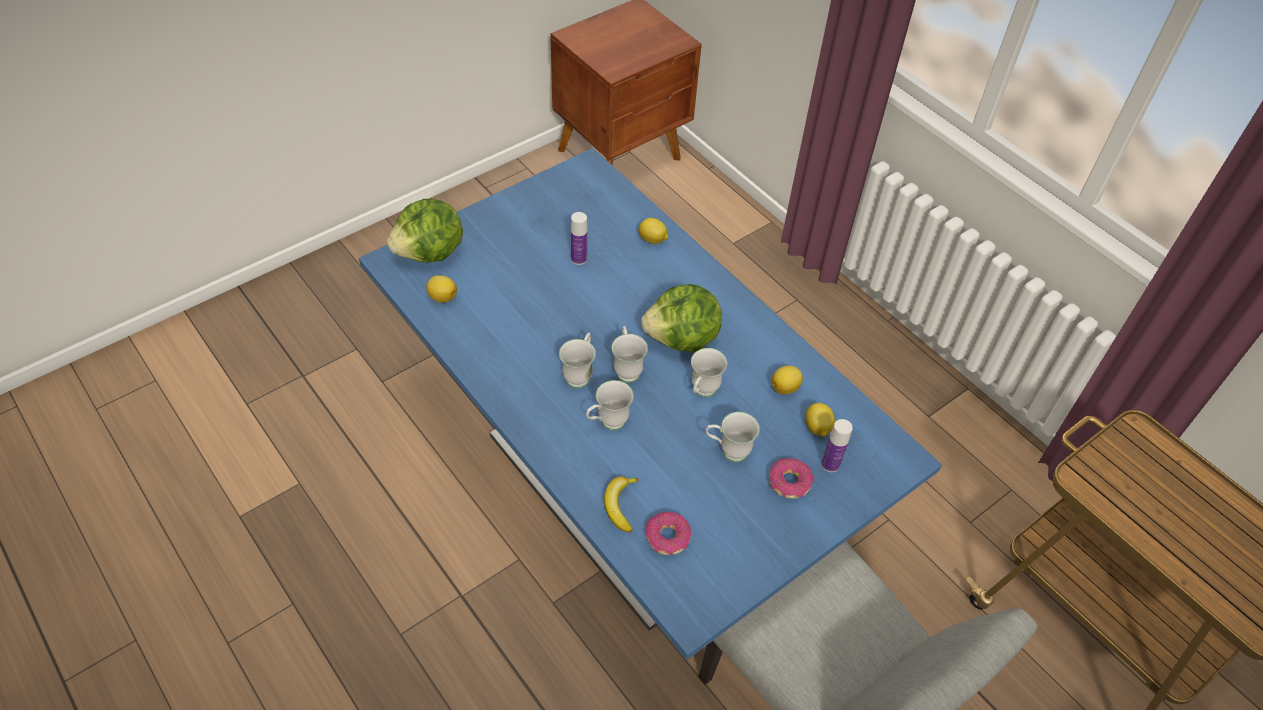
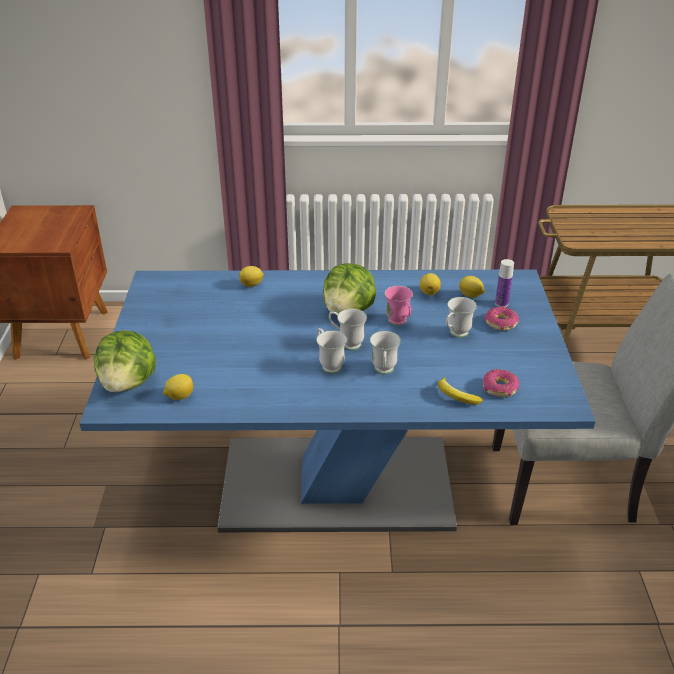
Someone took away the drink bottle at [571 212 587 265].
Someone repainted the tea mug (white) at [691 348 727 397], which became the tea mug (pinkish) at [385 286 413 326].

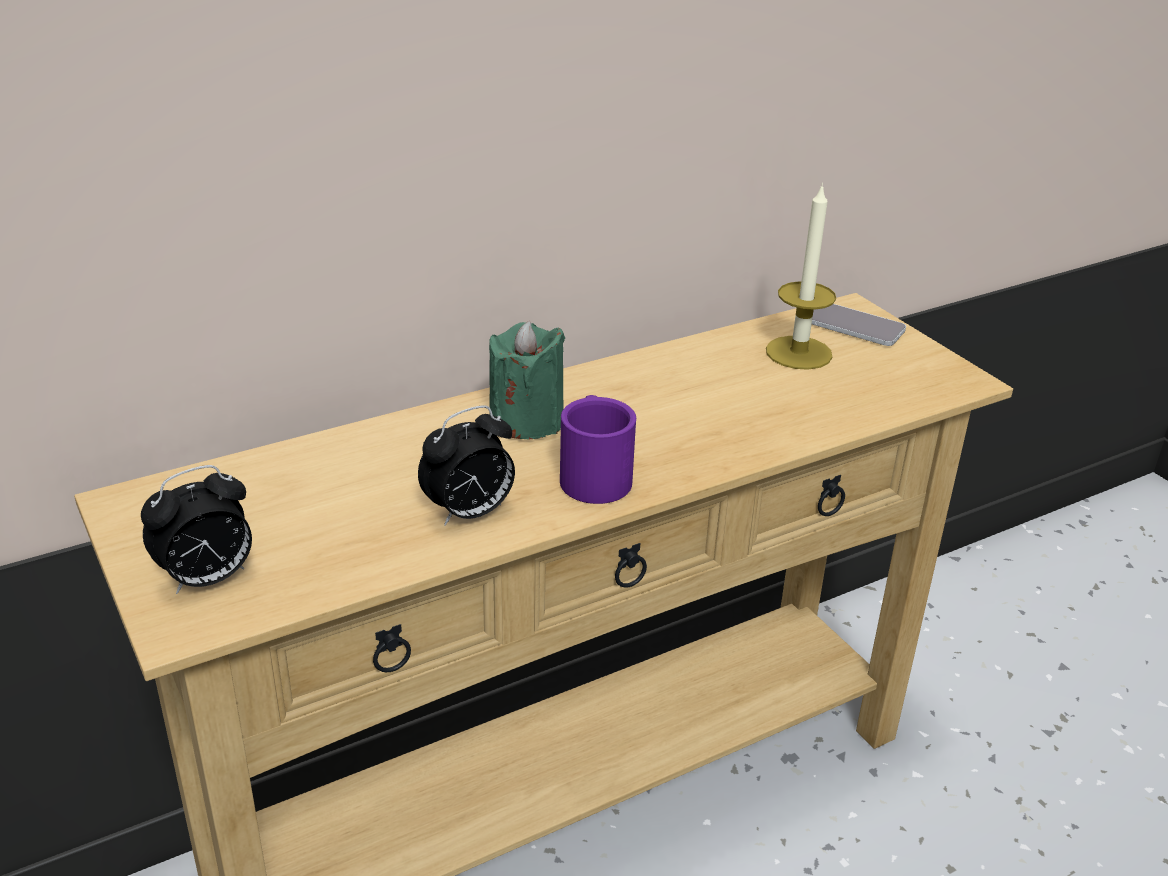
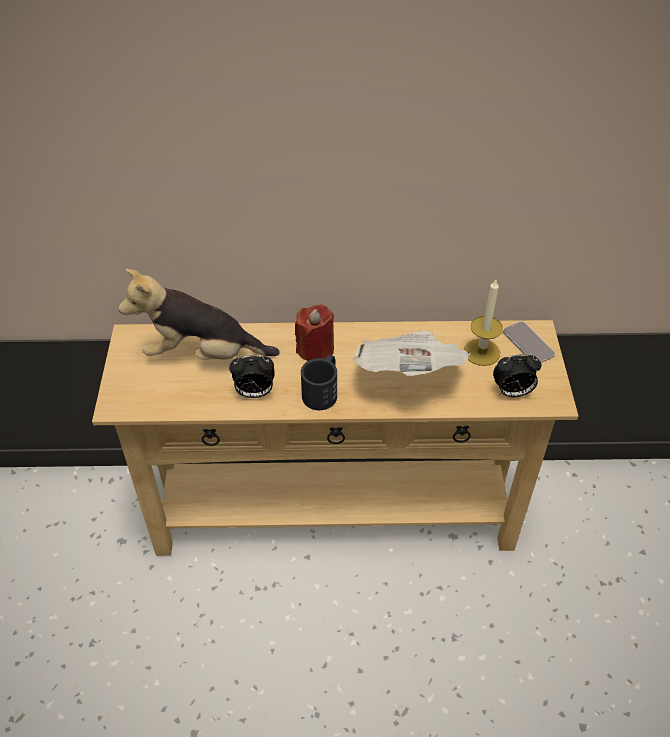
Someone put down the soft toy at [119 269 280 360].
Someone put down the printed paper at [353 330 470 376].
Someone carried the bedside clock from [141 465 252 594] to [493 354 542 397].
Someone repainted the candle (green) at [489 321 565 439], which became the candle (red) at [295 304 334 361].
Someone repainted the tea mug (purple) at [560 395 636 504], which became the tea mug (black) at [301 355 337 410].

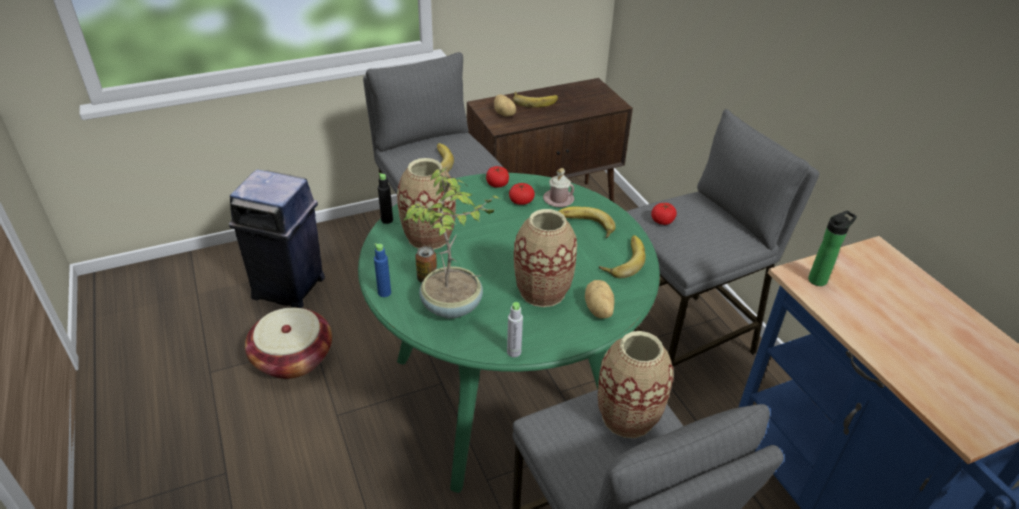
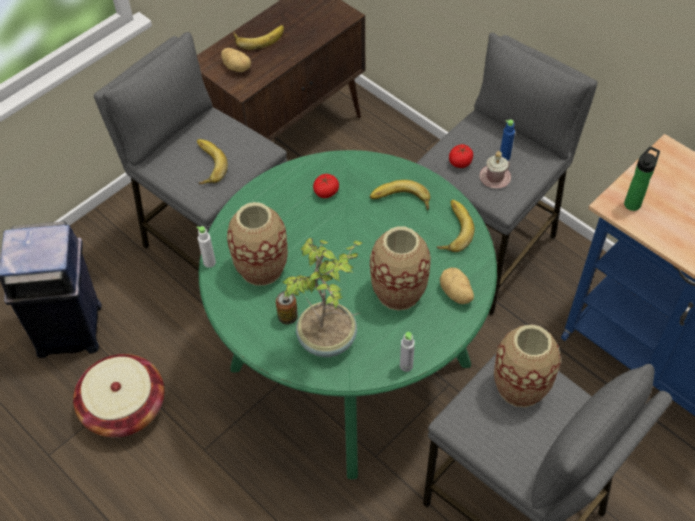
Someone took away the whole tomato at [486 166 509 188].
Someone carried the drink bottle (blue) from [374 243 391 297] to [500 119 515 161].
Someone carried the tea mug (pinkish) from [543 168 574 207] to [480 151 511 188].
Someone repainted the drink bottle (black) at [378 173 393 224], which became the drink bottle (white) at [197 226 216 268].

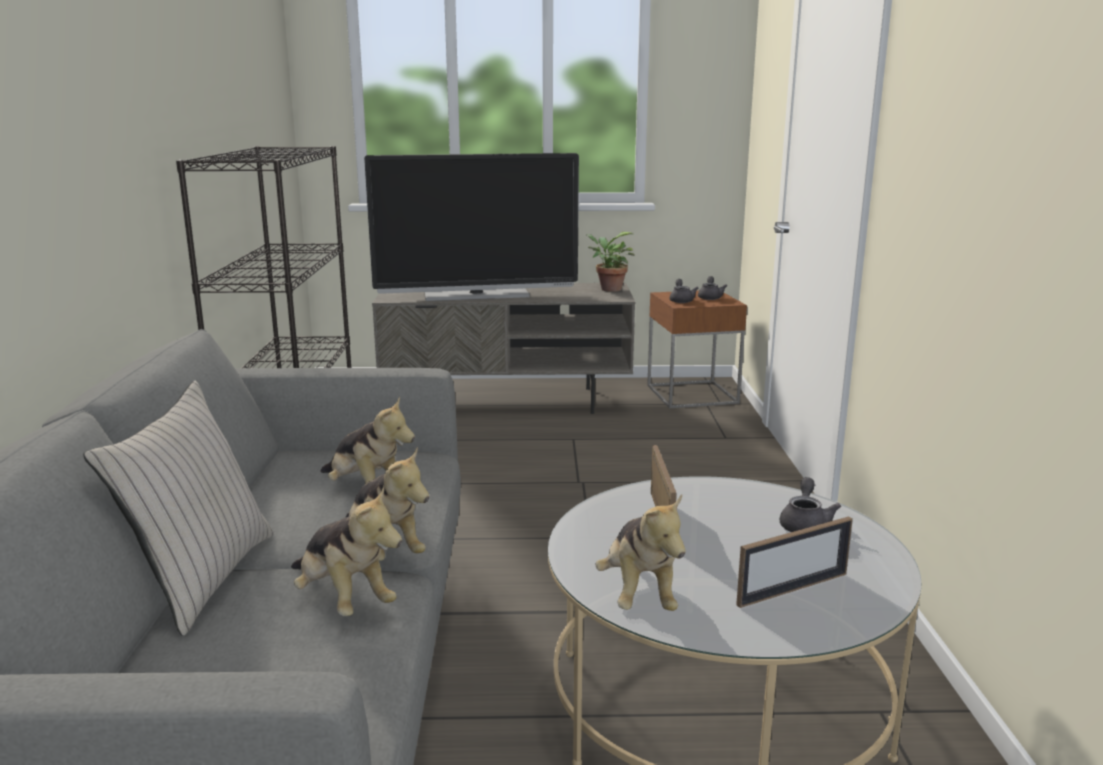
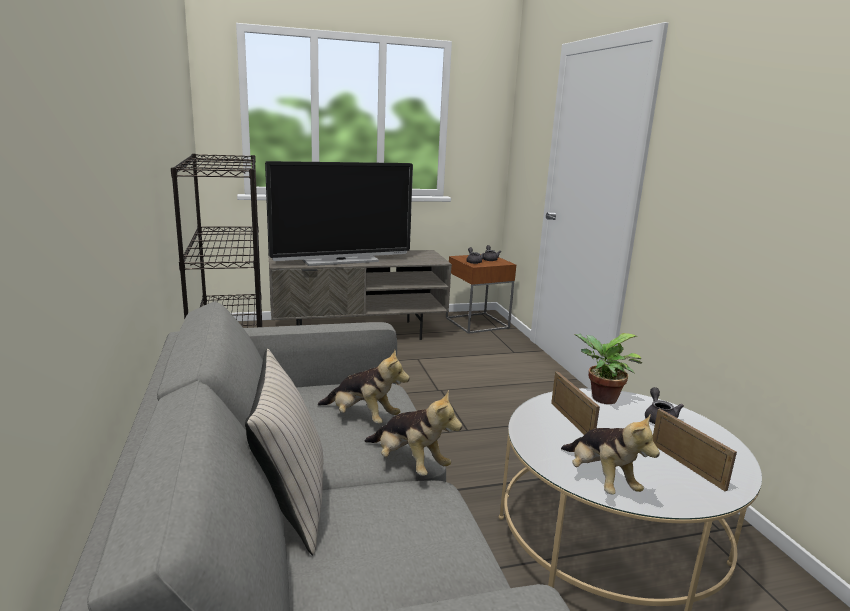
Someone took away the soft toy at [291 486 402 616].
Someone carried the houseplant from [586 232 635 292] to [574 333 642 404].
Someone rotated the picture frame at [736 516 853 608] by 75 degrees counterclockwise.

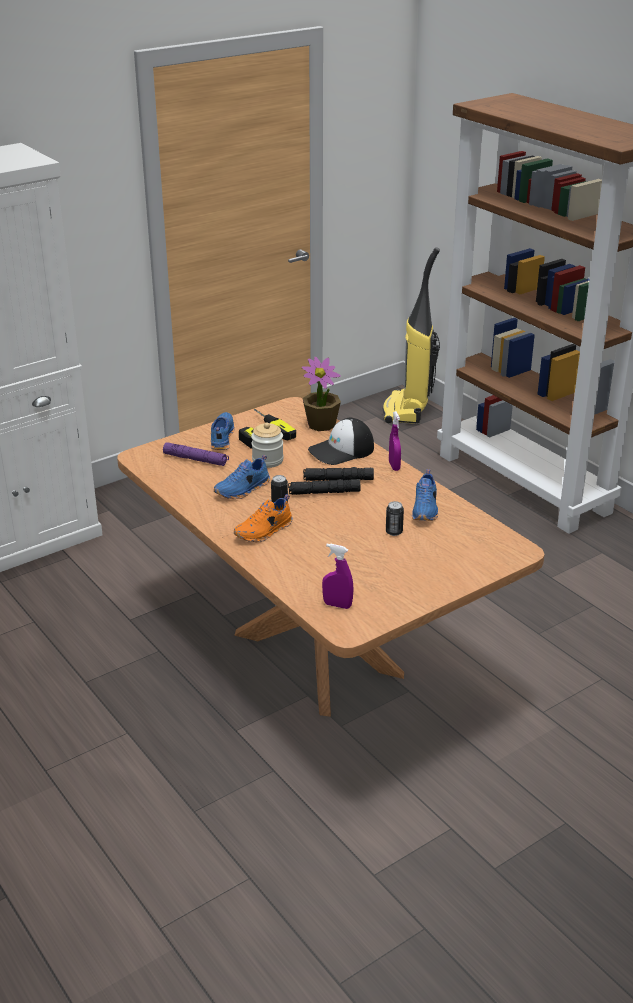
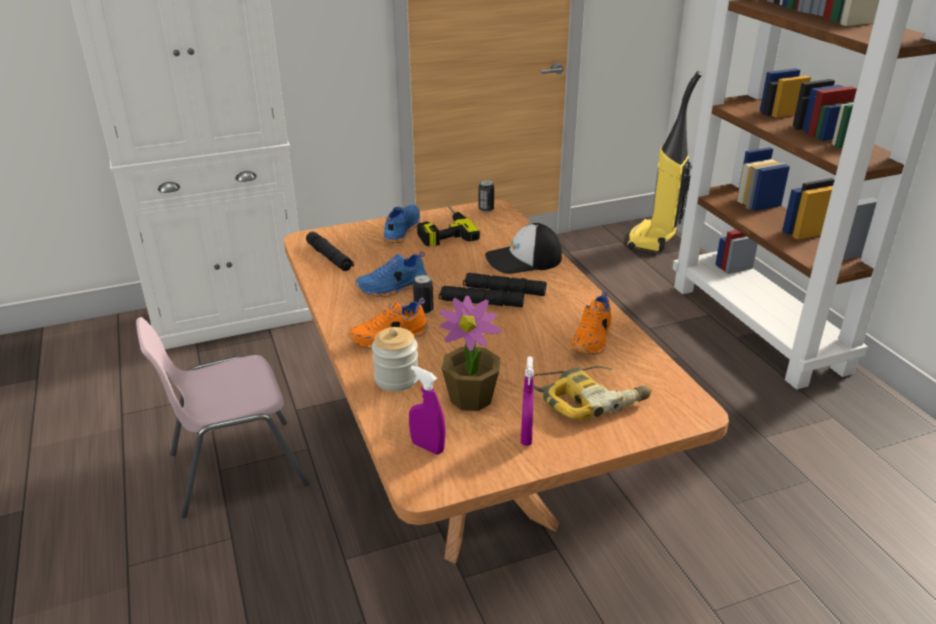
Someone took away the torch (purple) at [163 442 229 466].
Someone put down the chair (pinkish) at [136 317 309 518].
Someone put down the torch (black) at [306 232 354 271].
Someone put down the power drill at [533 366 652 420].
Someone carried the storage jar from [251 422 284 468] to [372 327 418 391].
Someone carried the houseplant from [302 357 341 431] to [439 296 502 411].
Someone carried the sealed can from [386 501 404 536] to [478 180 494 212].
Someone carried the hand sprayer (purple) from [389 411 401 471] to [521 356 534 446].
Someone repainted the low shoe (blue) at [412 469 438 521], which became the low shoe (orangey) at [570 291 612 354].

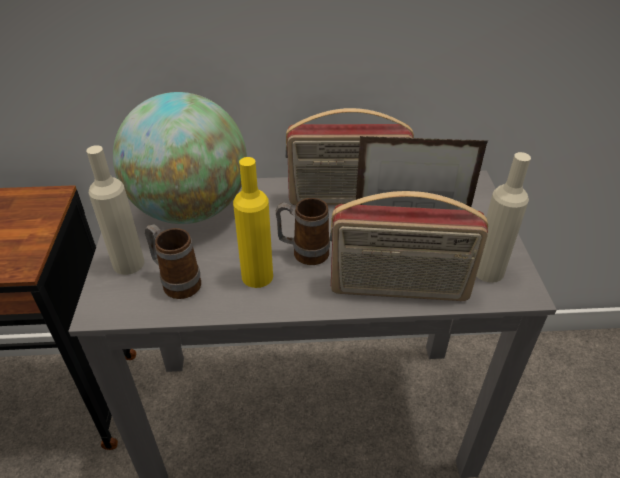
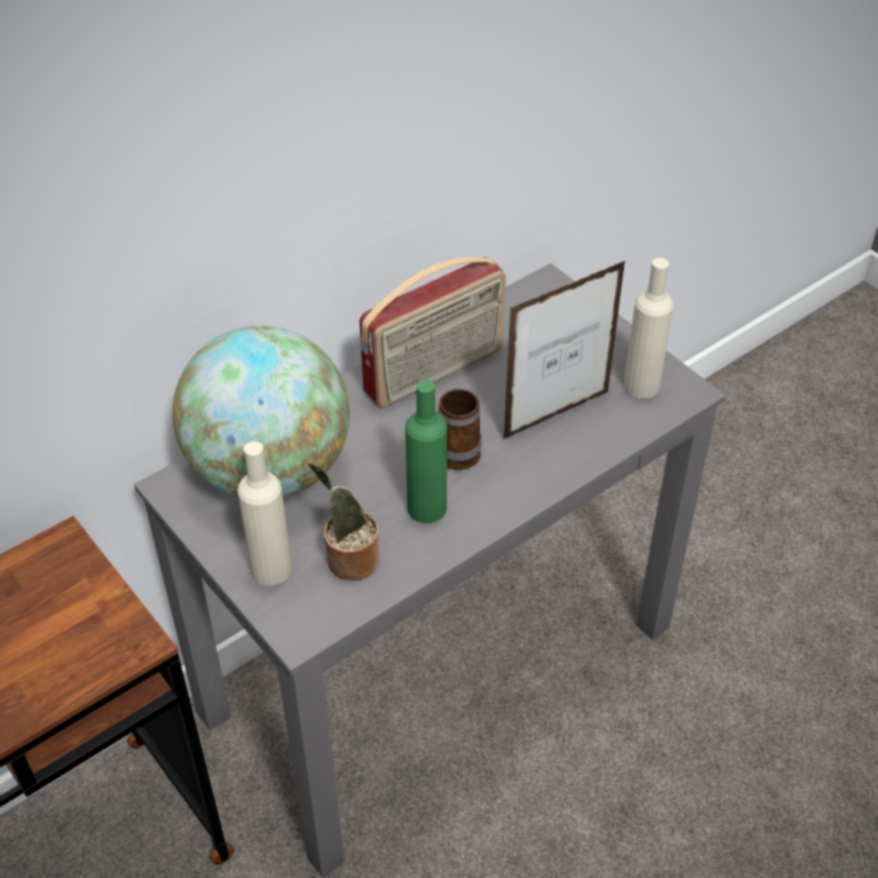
Someone took away the radio set at [330 191 488 301].
Someone swapped the tea mug at [145 224 201 299] for the houseplant at [308 463 380 580].
Someone repainted the drink bottle (yellow) at [233 157 273 288], which became the drink bottle (green) at [405 379 447 523].

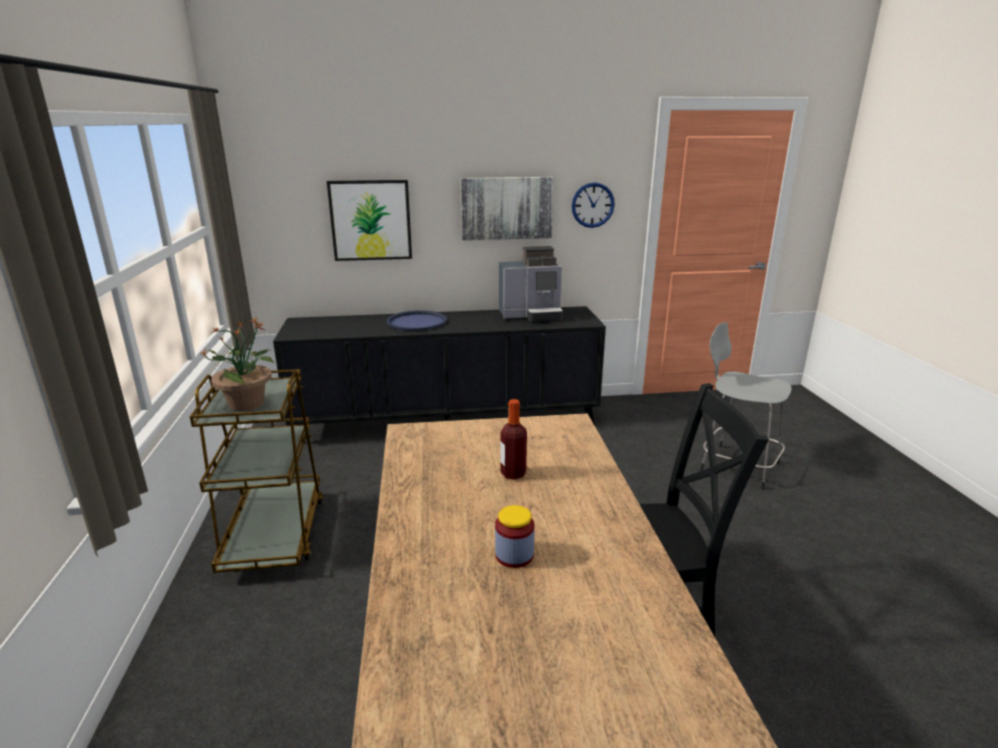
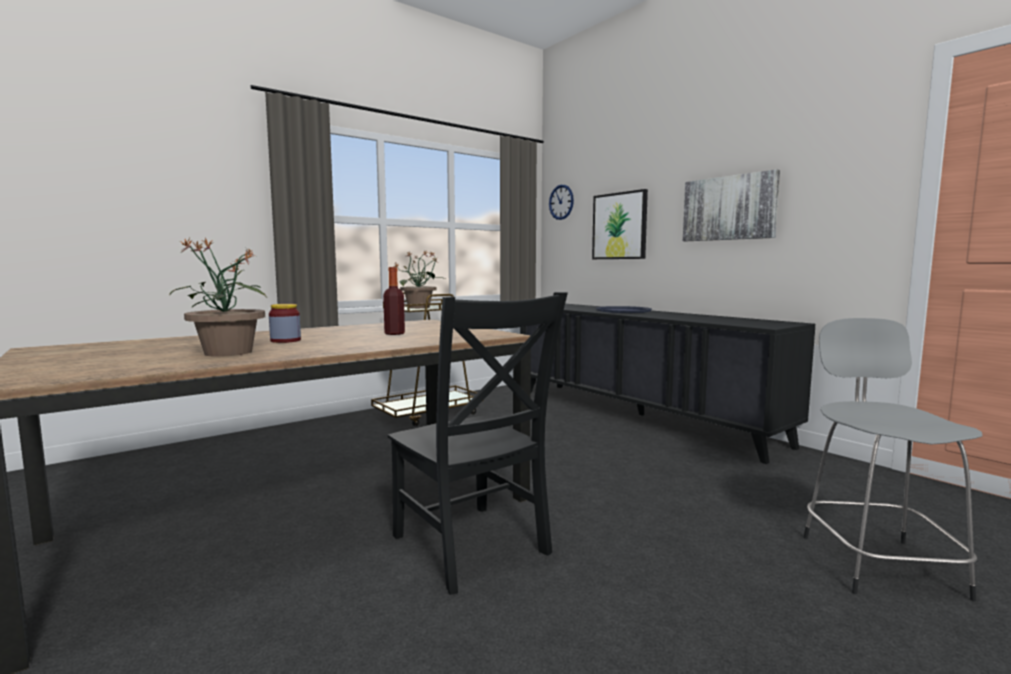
Someone took away the coffee maker at [499 246 563 322].
Someone put down the houseplant at [169 238 267 357].
Someone carried the wall clock from [572 182 615 228] to [549 185 574 220].

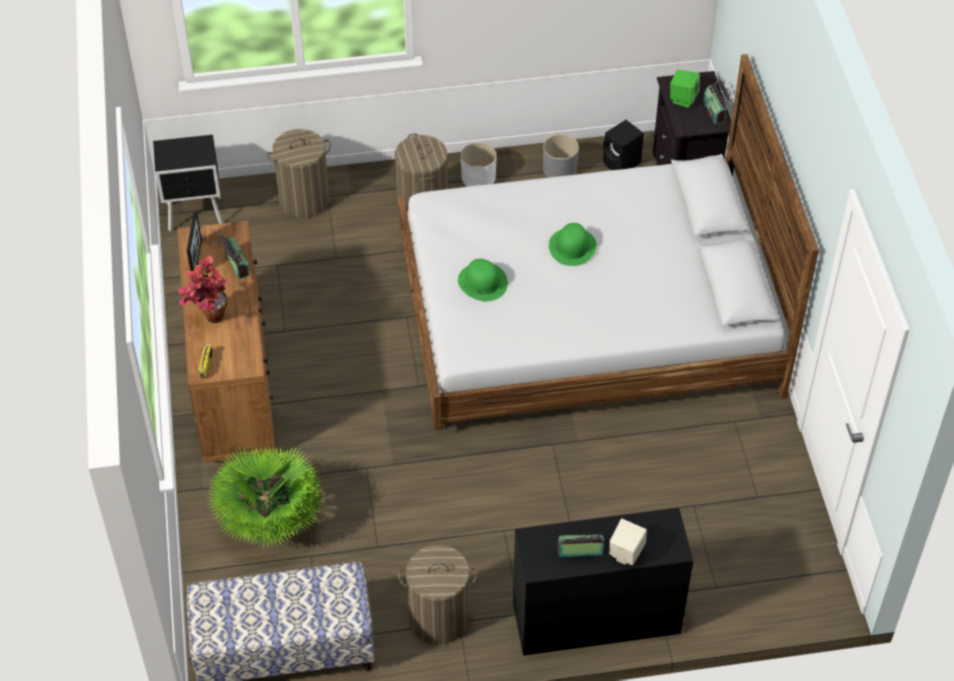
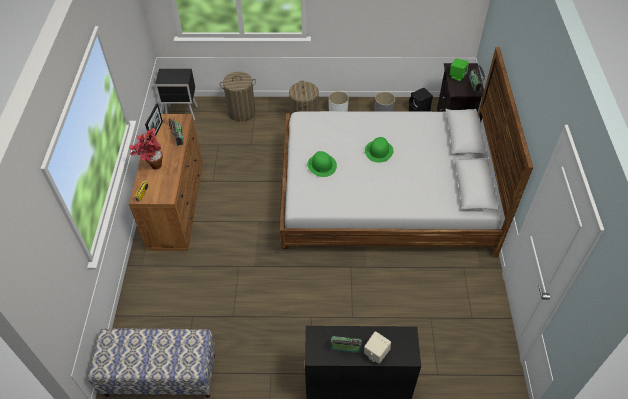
Someone took away the houseplant at [207 445 325 547].
Someone took away the hamper at [398 545 477 644].

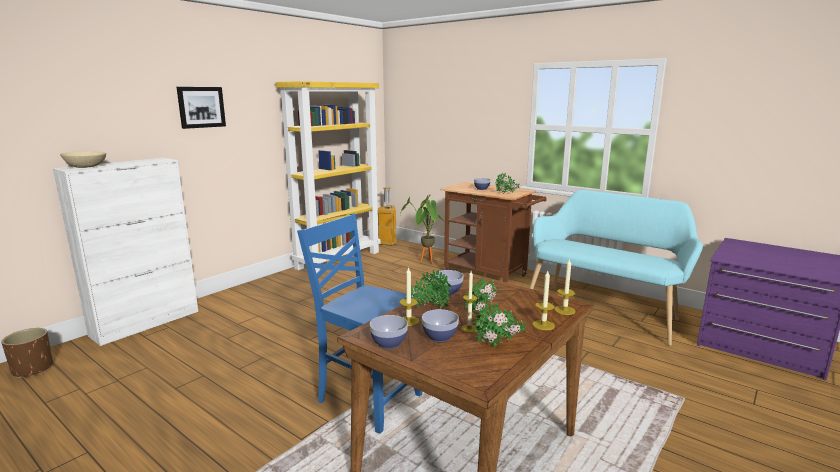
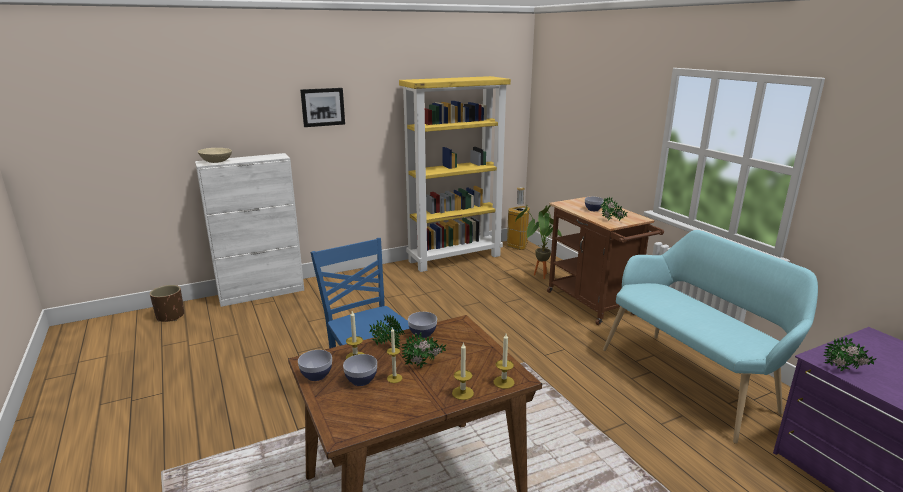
Someone carried the houseplant from [473 303 527 347] to [823 337 877 371].

